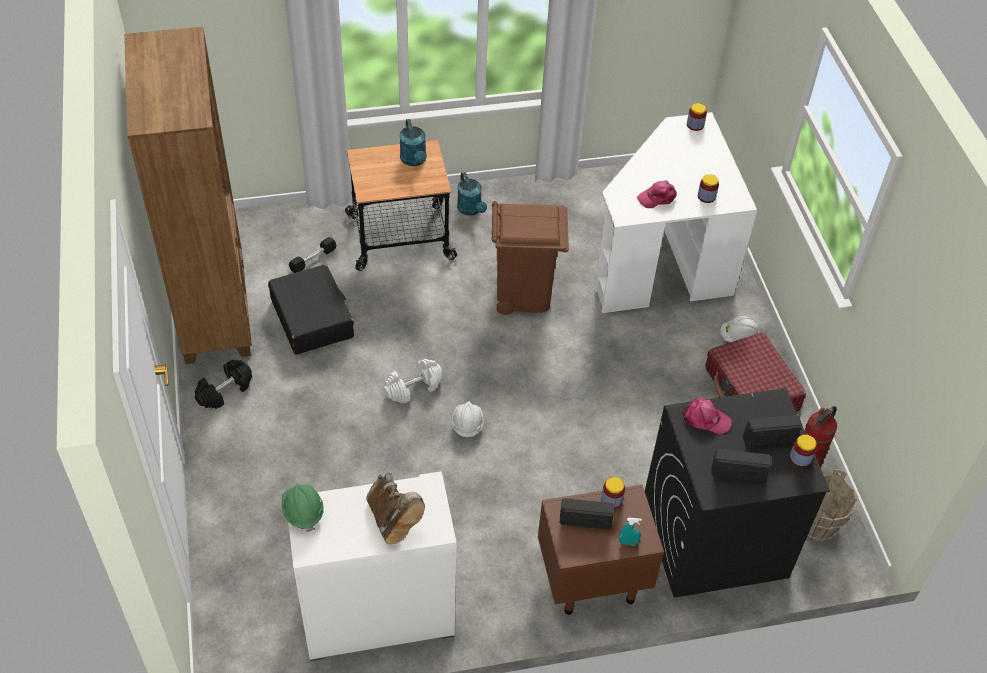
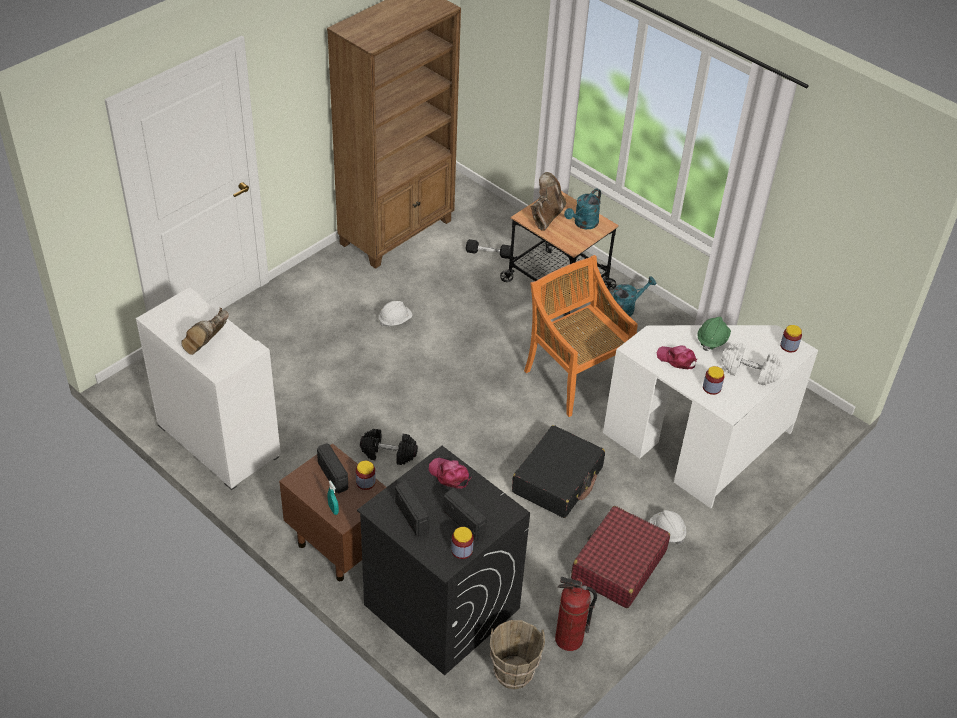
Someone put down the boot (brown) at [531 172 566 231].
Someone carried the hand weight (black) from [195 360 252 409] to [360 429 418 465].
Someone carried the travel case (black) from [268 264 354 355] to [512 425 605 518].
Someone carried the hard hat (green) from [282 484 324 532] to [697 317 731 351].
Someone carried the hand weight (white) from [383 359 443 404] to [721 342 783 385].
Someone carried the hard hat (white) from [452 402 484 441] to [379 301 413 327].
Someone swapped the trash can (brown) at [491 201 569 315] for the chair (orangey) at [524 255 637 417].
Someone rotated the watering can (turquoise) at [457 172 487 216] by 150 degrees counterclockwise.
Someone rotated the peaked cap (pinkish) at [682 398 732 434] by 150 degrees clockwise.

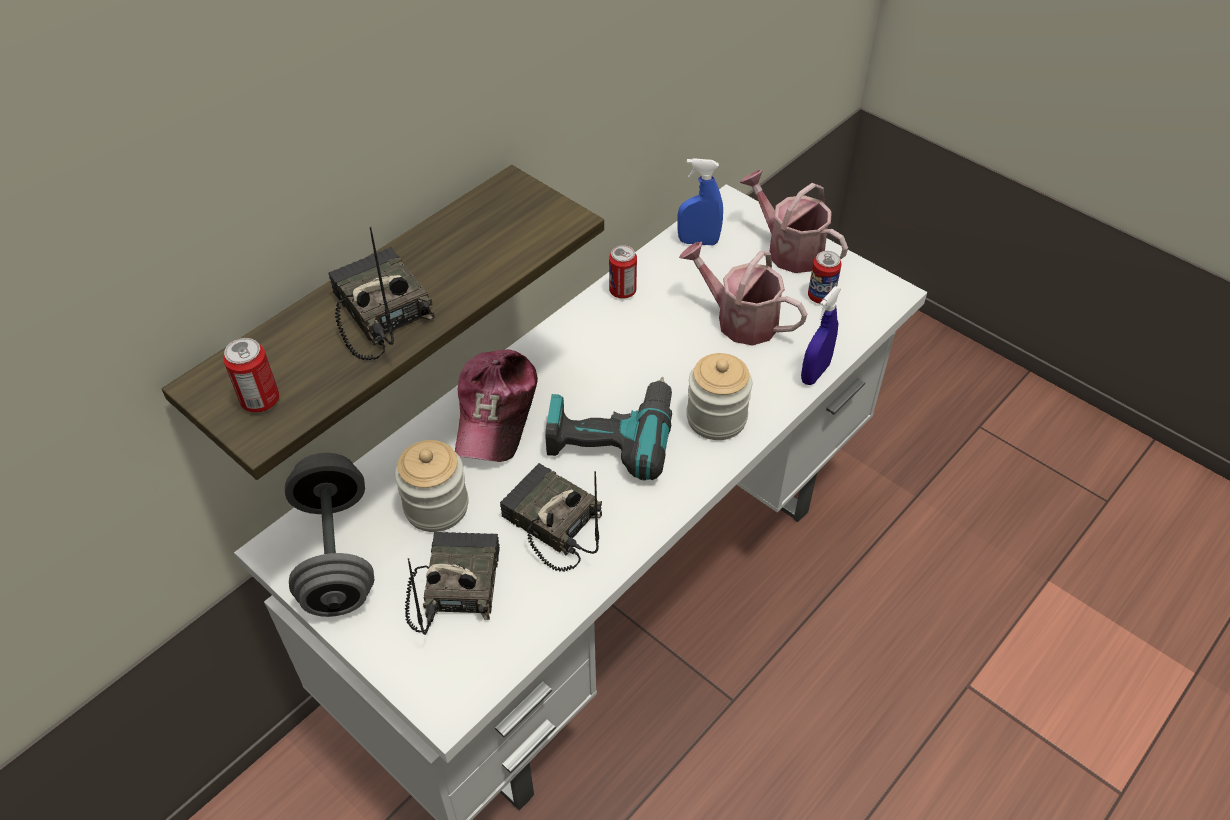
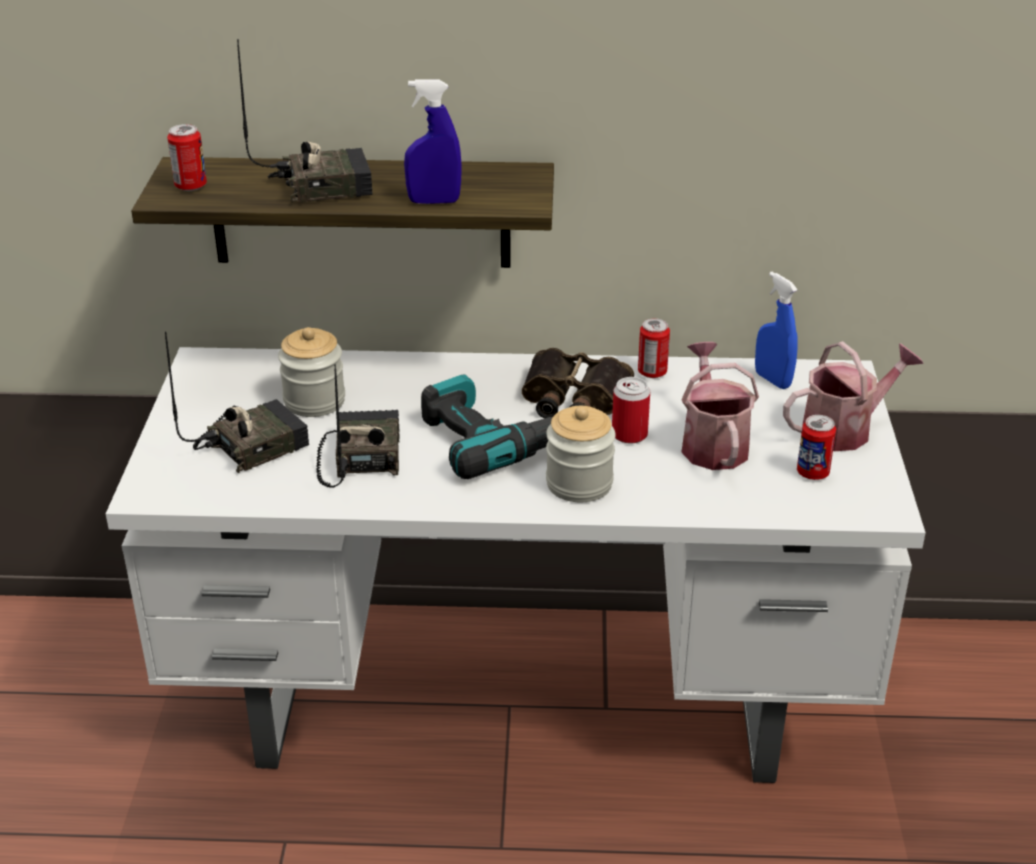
Someone took away the hand weight (greyish) at [285 453 375 617].
Someone took away the peaked cap at [455 349 538 462].
Someone put down the binoculars at [522 348 634 419].
Someone put down the sealed can at [612 377 650 443].
Someone carried the hand sprayer (blue) from [801 286 841 385] to [404 80 462 204].
Someone rotated the radio set at [328 226 435 360] by 60 degrees clockwise.
Someone rotated the watering can at [739 170 848 273] by 60 degrees clockwise.

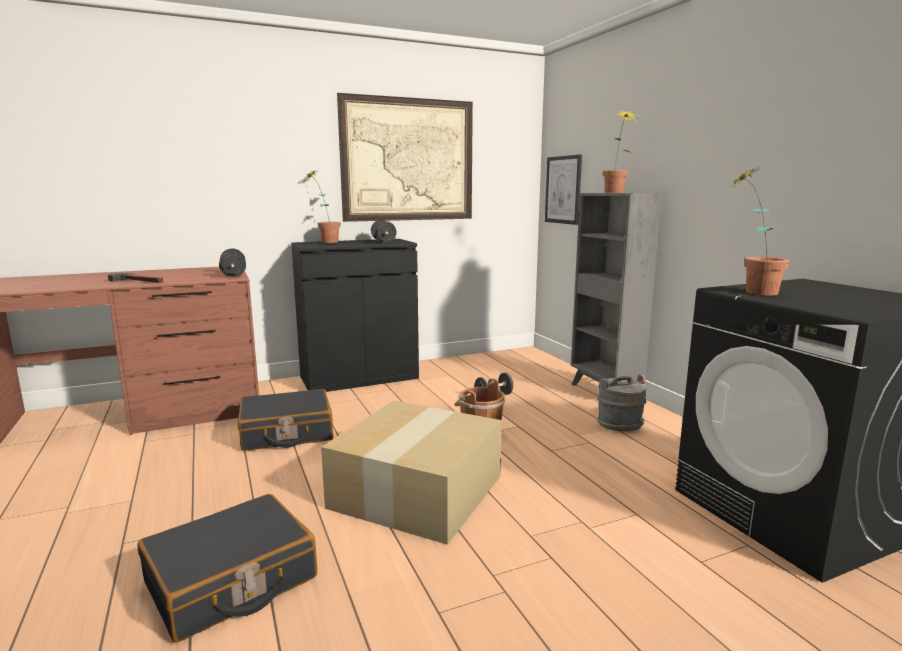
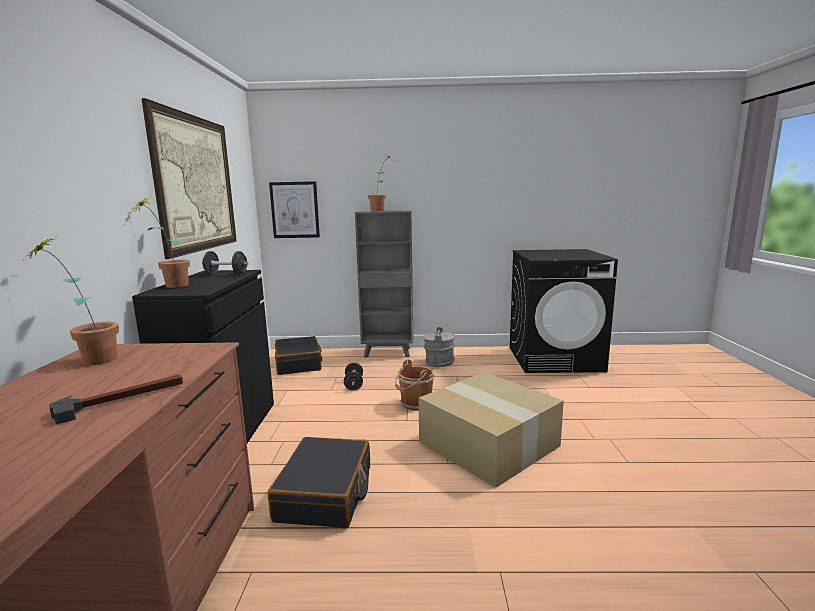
Someone took away the hand weight (black) at [219 248 246 277].
Someone carried the travel case (black) from [137 494 317 643] to [275 336 322 375].
Someone carried the houseplant from [730 167 789 295] to [26 238 119 365].

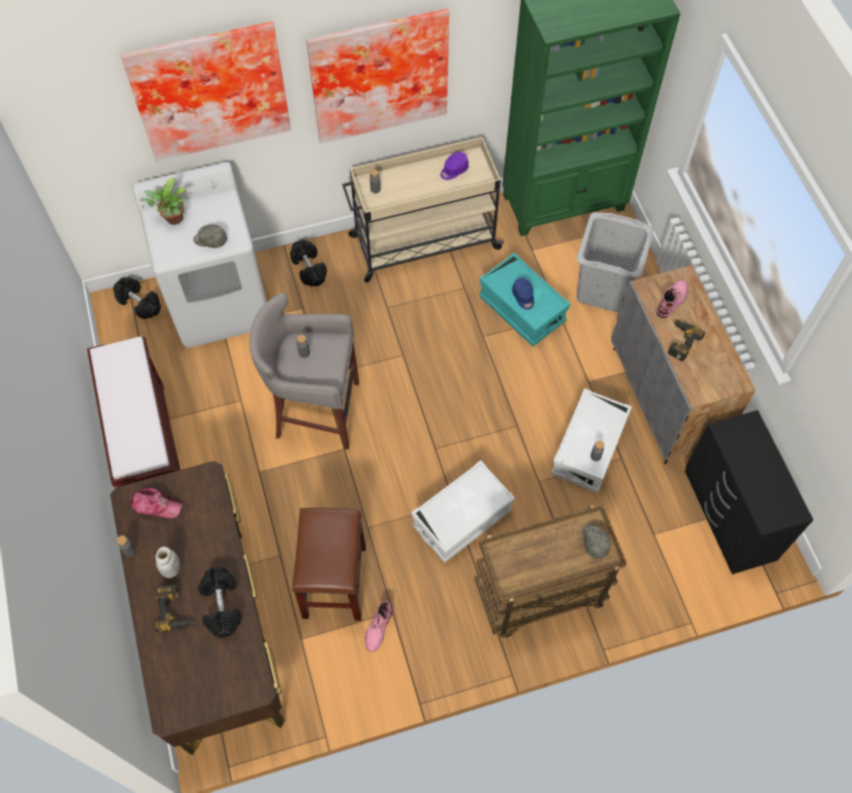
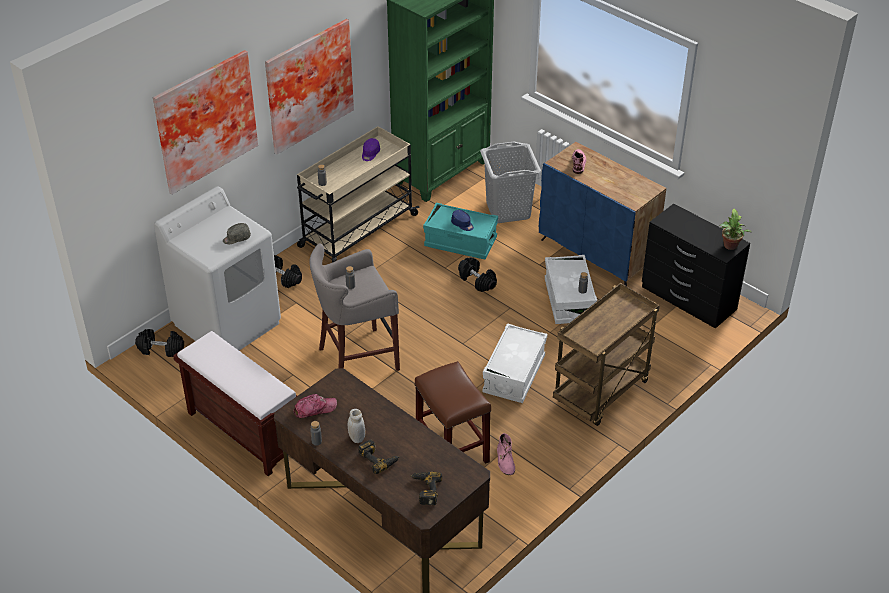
Someone took away the peaked cap (greyish) at [582 524 610 559].
Someone carried the houseplant from [139 178 187 225] to [720 209 752 250].
Someone carried the hand weight (black) from [198 567 242 638] to [458 257 497 292].
Someone carried the power drill from [668 320 705 361] to [410 472 442 505].
Someone repainted the cupboard (greyish) at [611 265 756 464], which became the cupboard (blue) at [539 142 666 286].

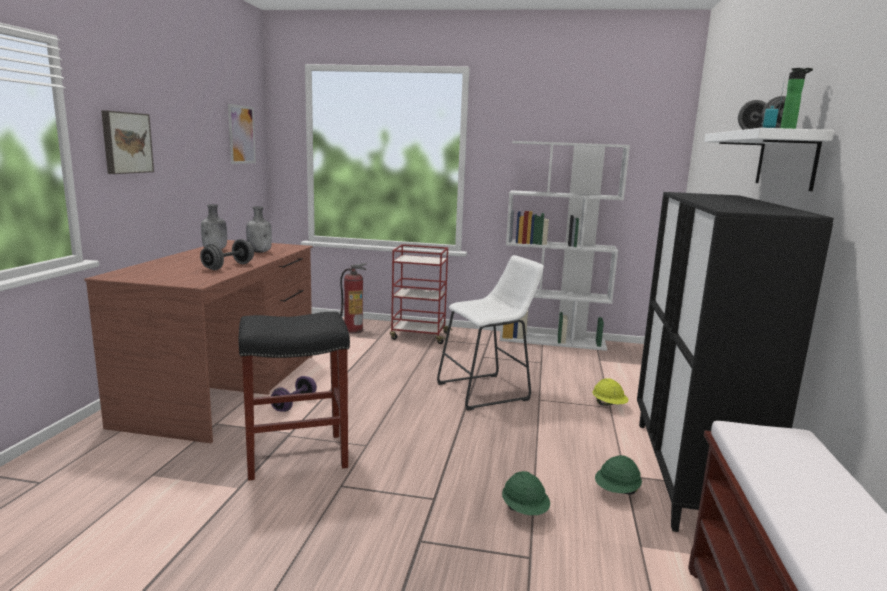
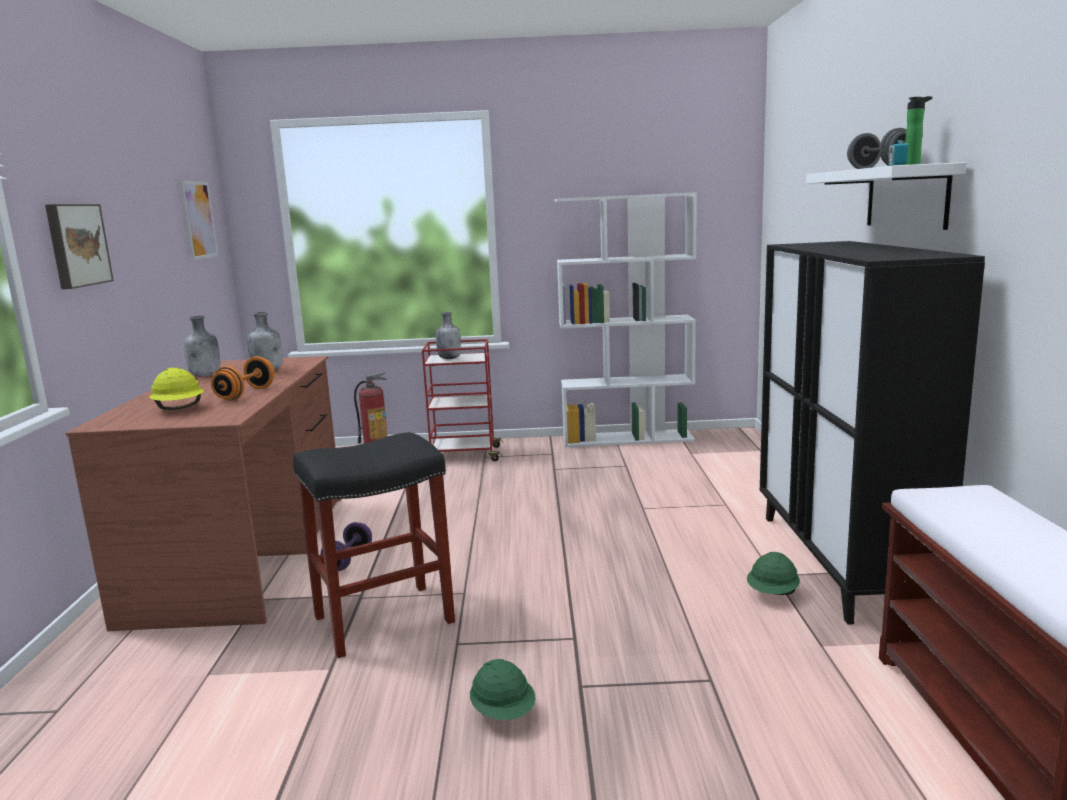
Someone took away the sitting stool (white) at [437 255 544 411].
Someone put down the drink bottle (greyish) at [436 312 461 359].
Someone carried the hard hat (green) from [502 471 550 515] to [470 659 536 720].
Someone carried the hard hat (yellow) from [592 378 629 406] to [149 367 204 410].
Someone repainted the hand weight (greyish) at [200 239 254 270], which became the hand weight (orangey) at [211 356 275 401].

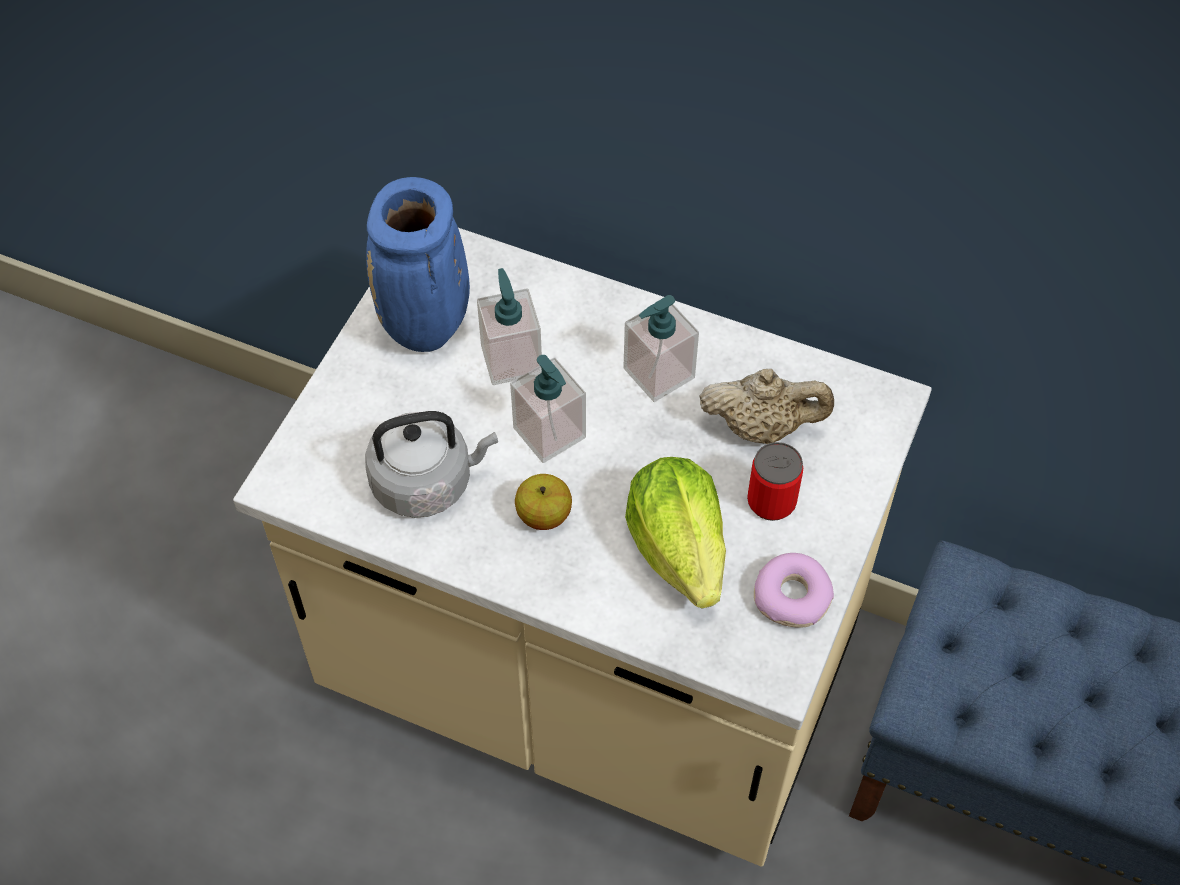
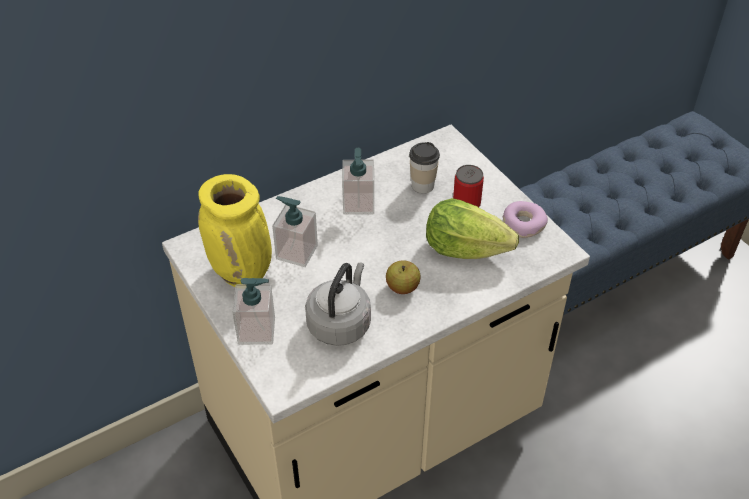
Someone carried the soap dispenser from [510 355 586 463] to [232 278 275 345].
Someone swapped the teapot (sand-coloured) at [699 369 834 444] for the drinking cup at [409 142 440 194].
Someone repainted the decorative vase (blue) at [366 177 470 352], which became the decorative vase (yellow) at [198 174 272 287].

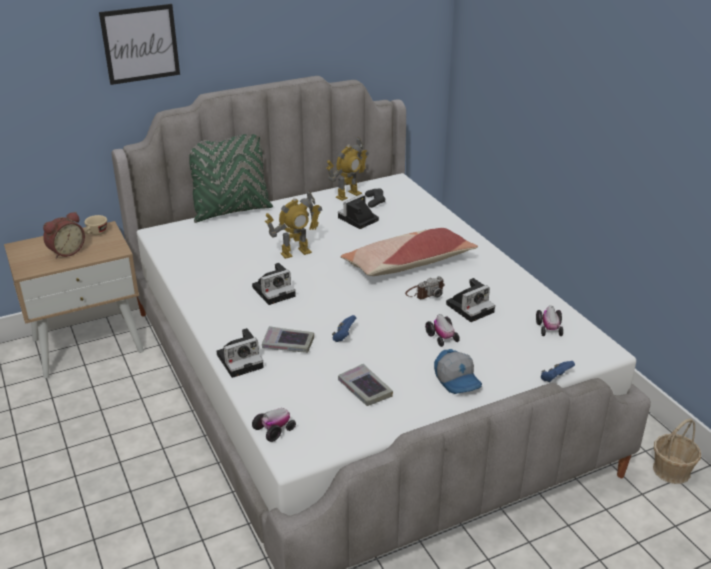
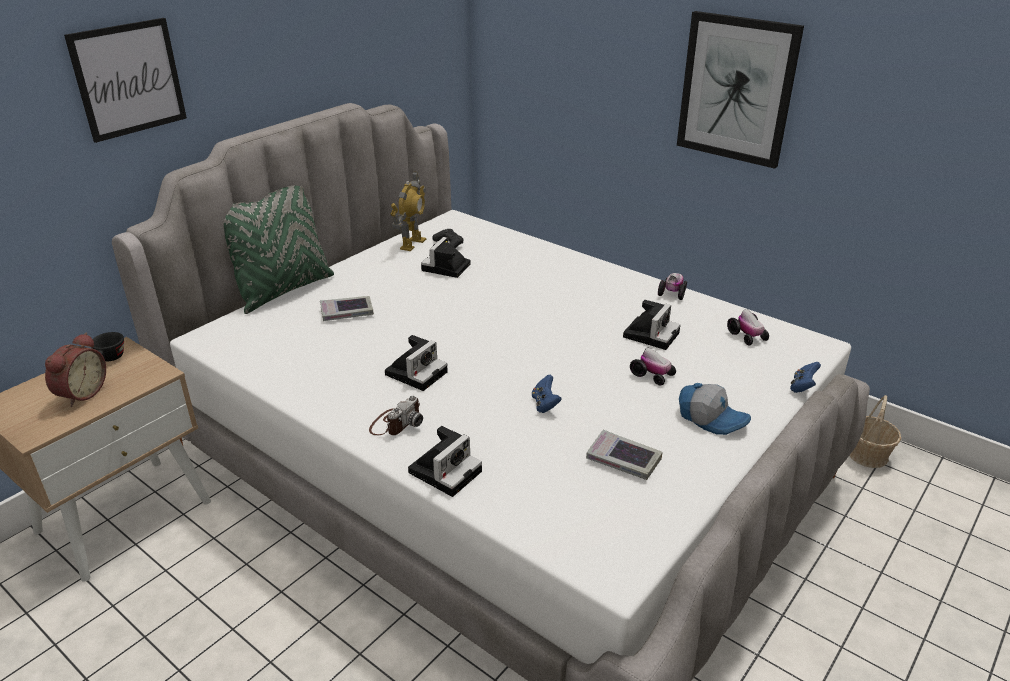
Someone took away the toy robot at [265 190 322 259].
Someone took away the throw pillow at [340 228 478 276].
Someone put up the picture at [677 11 804 169].
Someone carried the model car from [252 408 296 442] to [658 273 687 300].
Someone carried the book from [262 326 314 353] to [320 296 374 321].
Someone carried the still camera from [405 276 445 299] to [369 396 423 435].
Someone repainted the drinking cup (sand-coloured) at [84 215 107 235], which became the drinking cup (black) at [91 332 124 361].

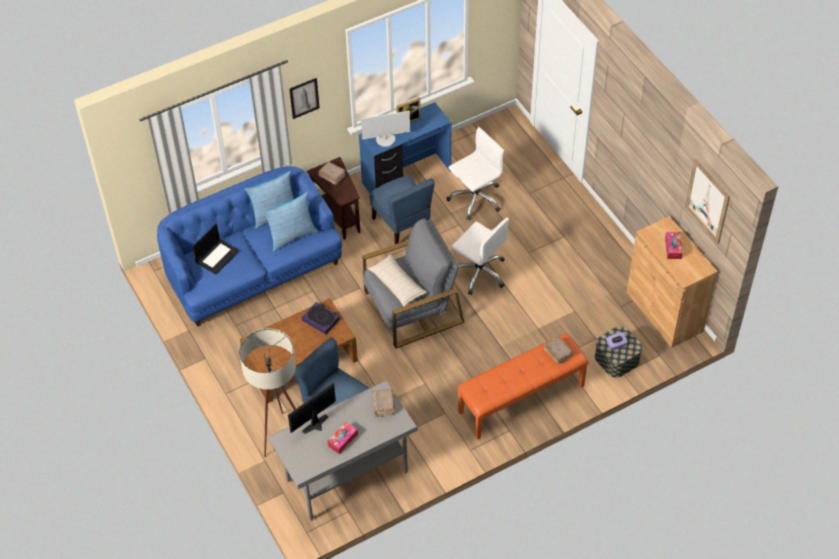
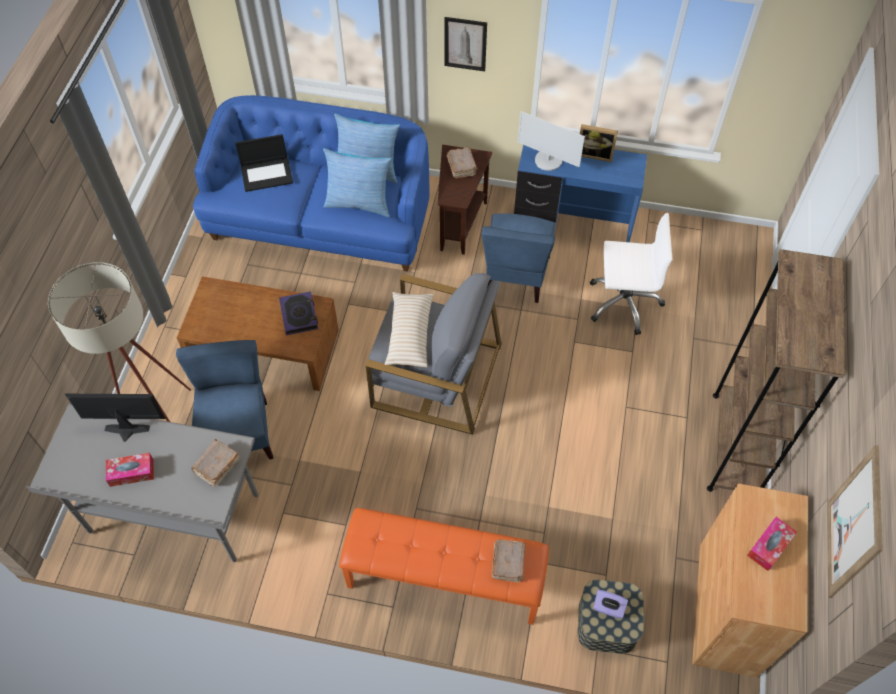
Someone took away the desk chair (white) at [451 218 509 295].
Someone put down the shelving unit (brown) at [707 249 845 492].

